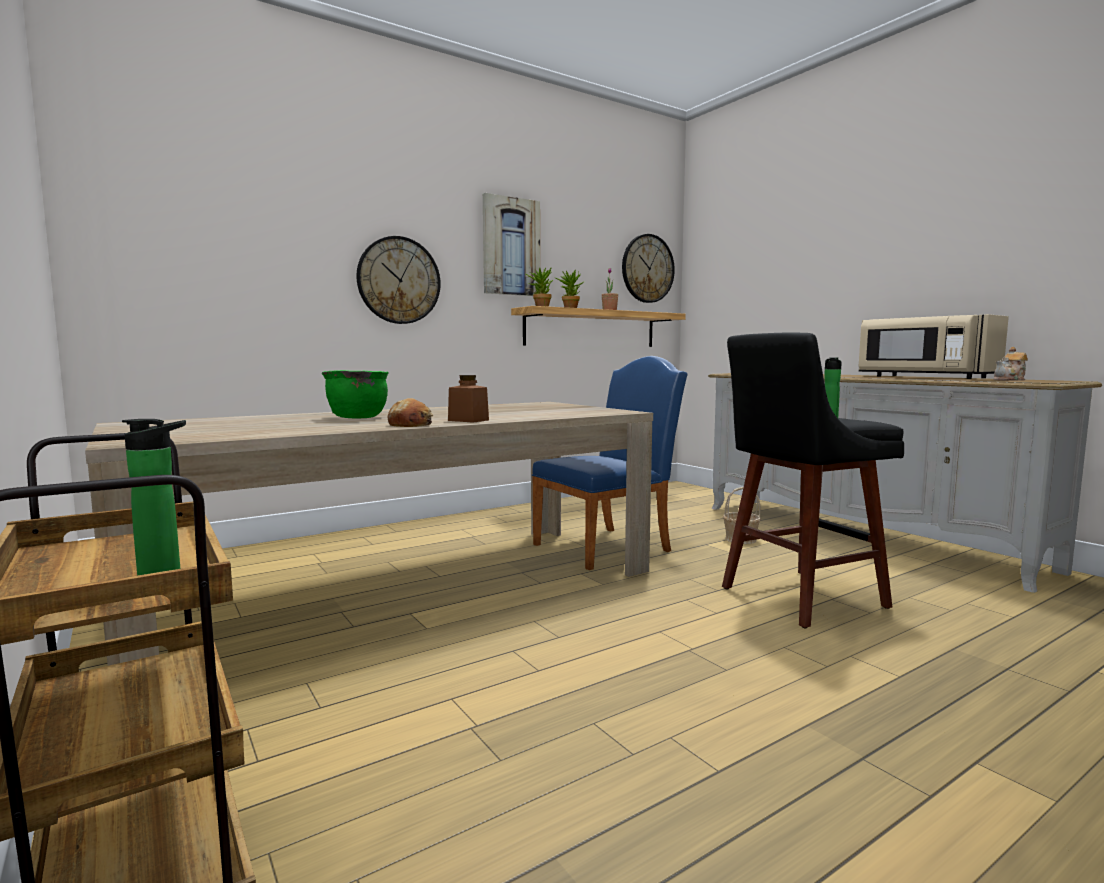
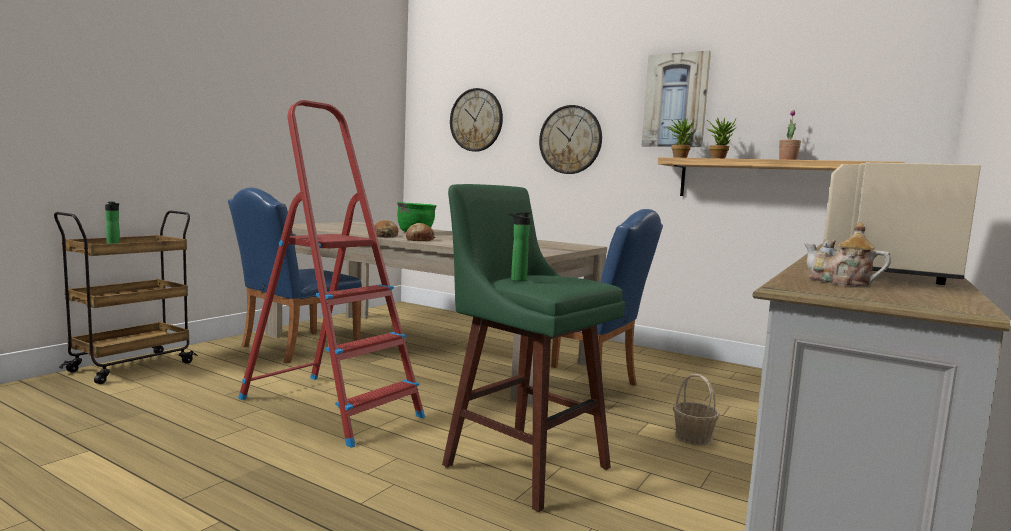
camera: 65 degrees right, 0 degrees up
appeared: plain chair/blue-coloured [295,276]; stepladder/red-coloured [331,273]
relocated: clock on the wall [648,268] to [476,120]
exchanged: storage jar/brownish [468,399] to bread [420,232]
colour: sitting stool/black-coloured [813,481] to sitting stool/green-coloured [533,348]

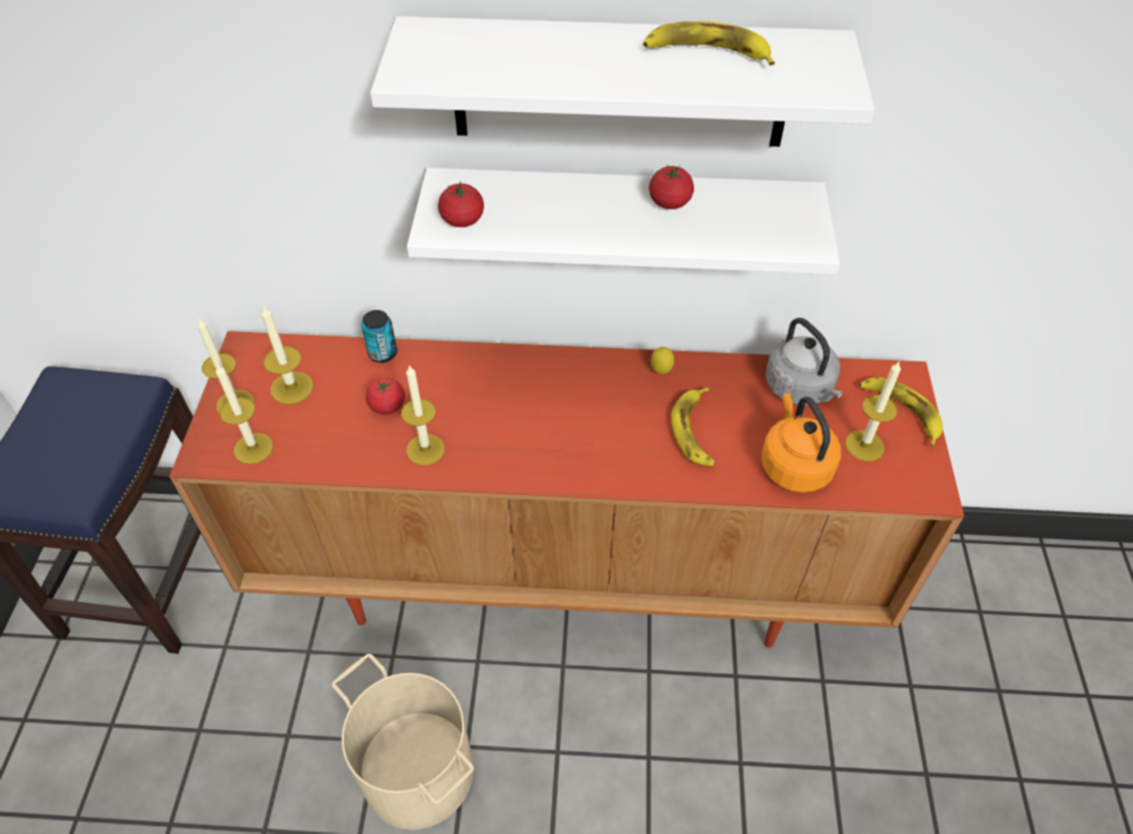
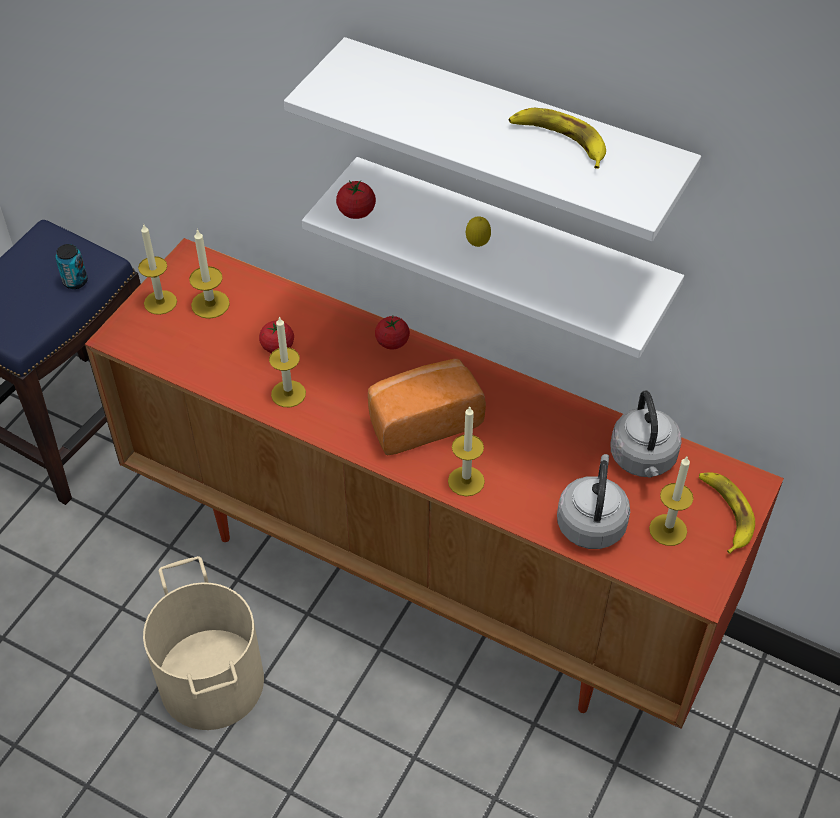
camera: 25 degrees right, 0 degrees up
missing: banana fruit [693,426]
appeared: bread [427,407]
relocated: can [379,336] to [71,266]; whole tomato [671,186] to [392,332]; wax light [244,413] to [466,451]; citrus fruit [662,360] to [478,231]
colour: tea kettle/orange-coloured [801,443] to tea kettle/grey [593,501]

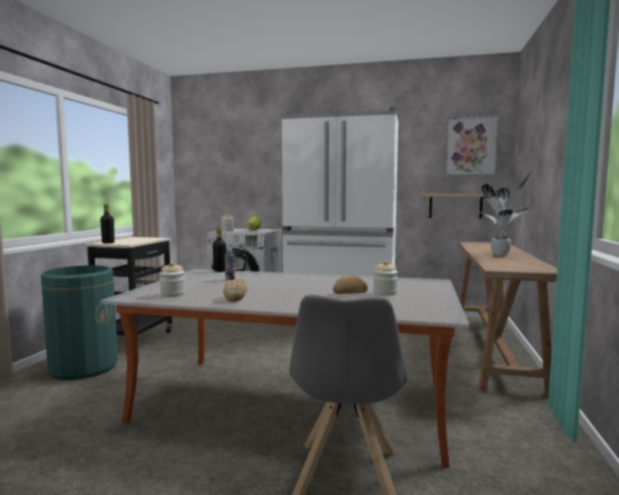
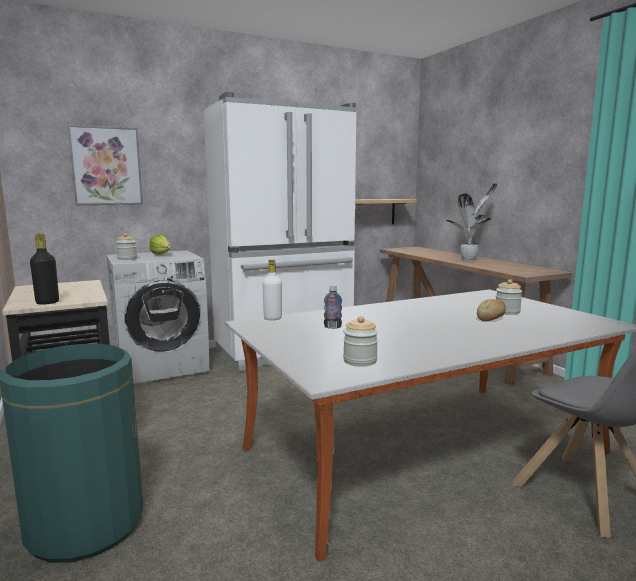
camera: 40 degrees left, 5 degrees up
missing: bread [235,290]
relocated: wall art [472,145] to [105,164]
colour: beverage bottle/black-coloured [219,250] to beverage bottle/white [272,289]

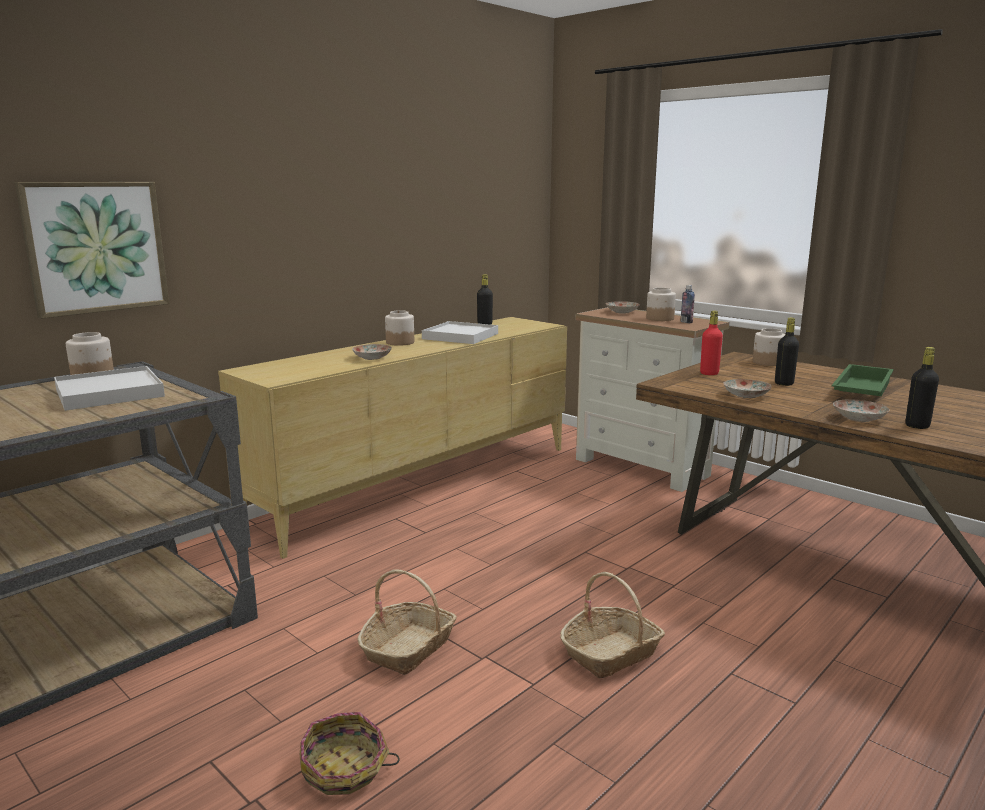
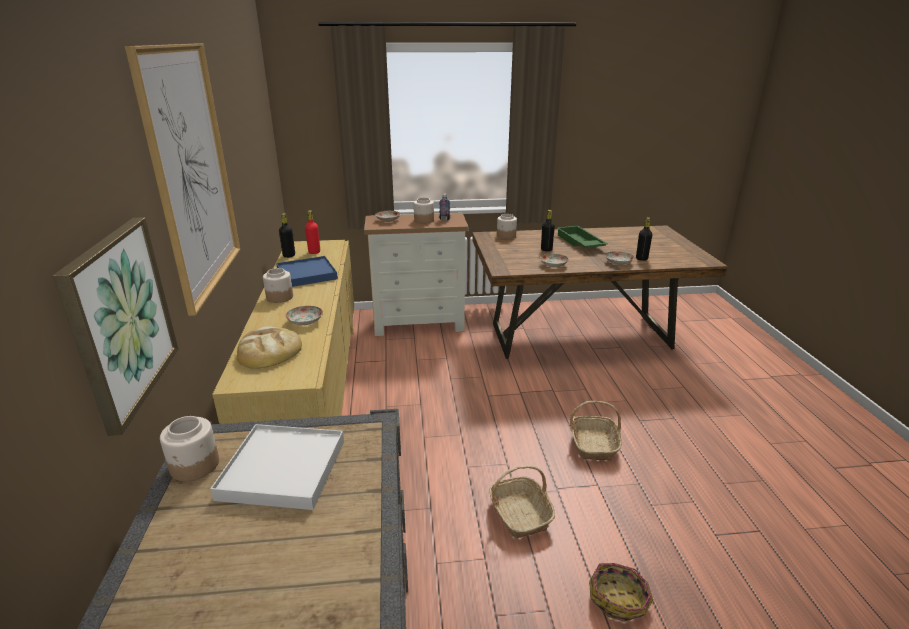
camera: 50 degrees left, 10 degrees up
appeared: wall art [182,179]; bread [269,347]
relocated: beverage bottle/red-coloured [711,343] to [312,232]
colour: serving tray/white [460,332] to serving tray/blue-coloured [307,271]

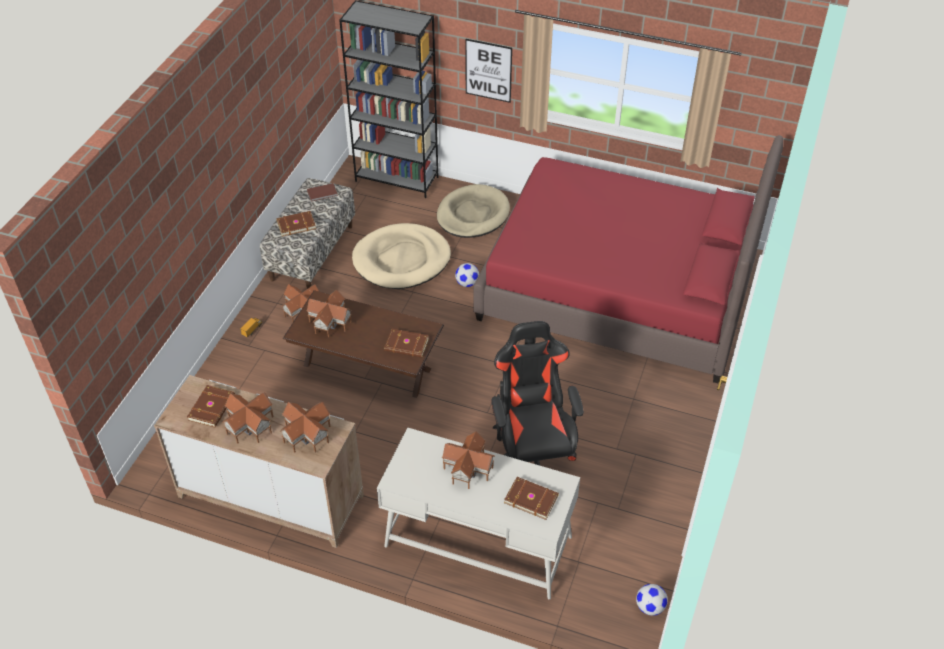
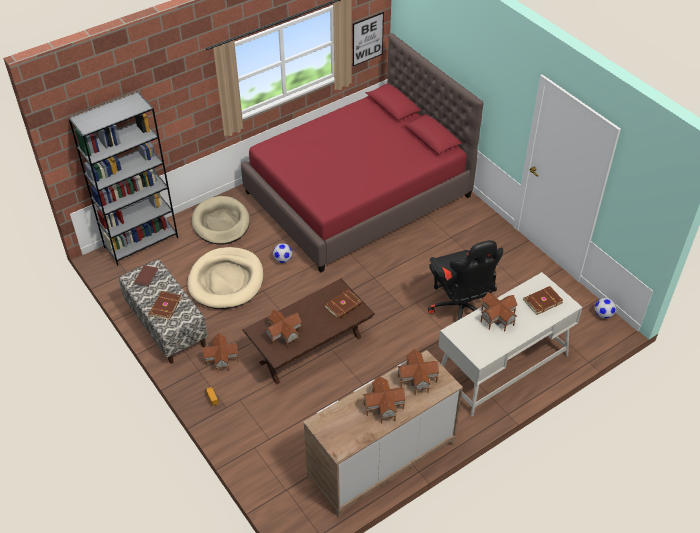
camera: 55 degrees left, 0 degrees up
missing: bound book/brownish [211,406]
relocated: wall art [488,71] to [368,39]
spun: office chair/black-coloured [537,393] = [465,280] 135 degrees counterclockwise

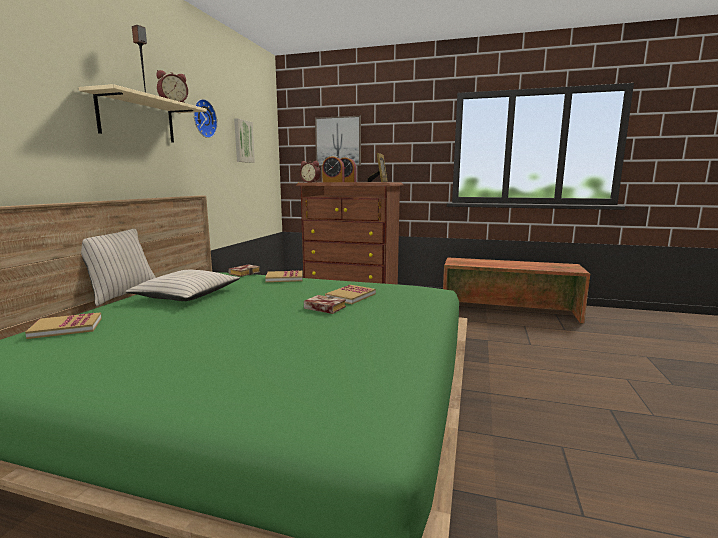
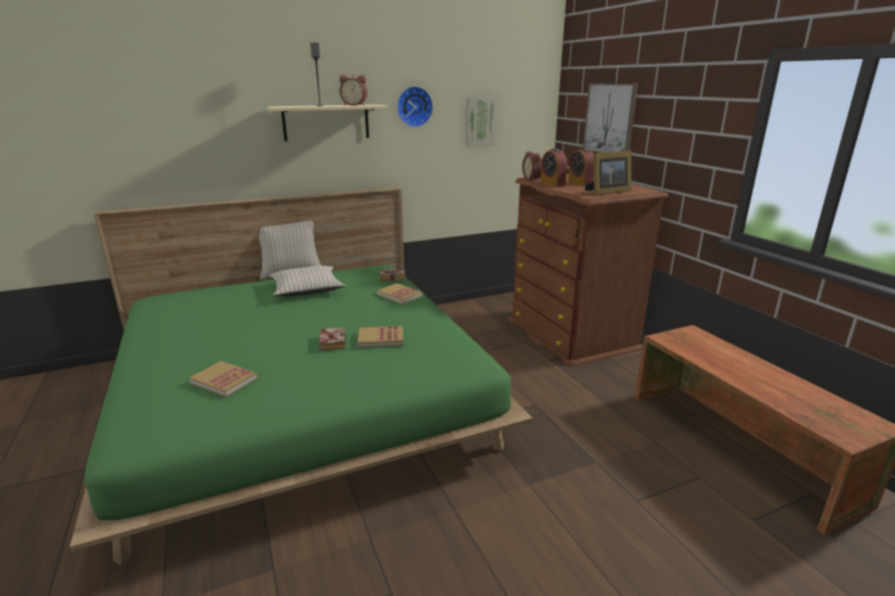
camera: 50 degrees right, 10 degrees up
relocated: bound book [63,325] to [223,379]

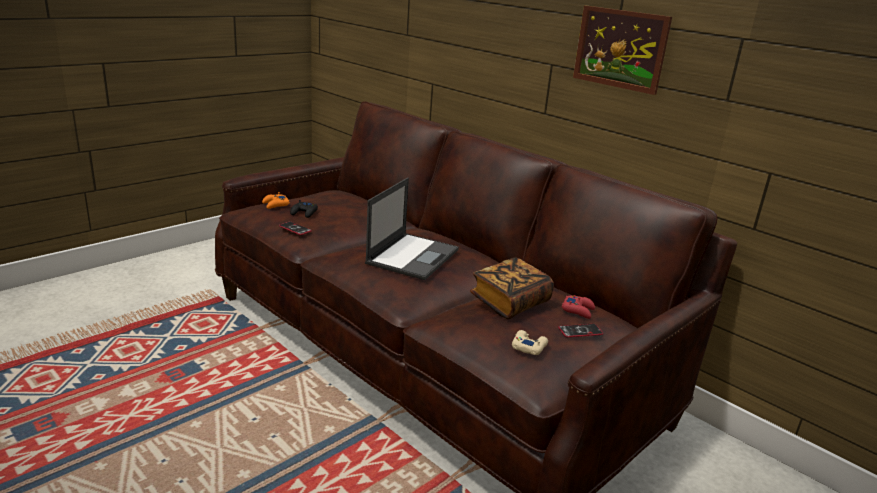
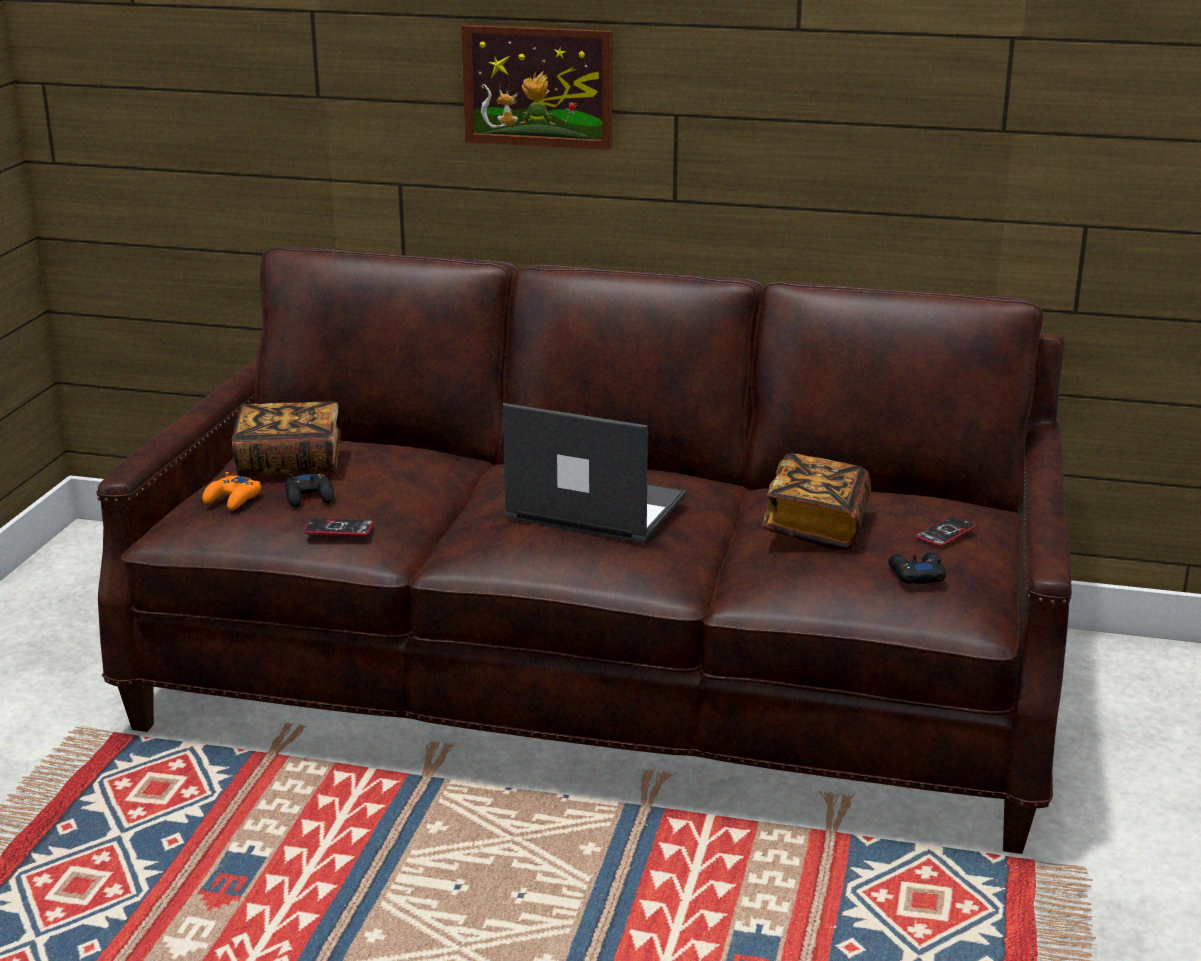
camera: 30 degrees left, 0 degrees up
missing: gamepad/red-coloured [578,307]
appeared: bound book [286,439]
relocated: wall art [622,50] to [536,87]
colour: gamepad/beige [530,342] to gamepad/black-coloured [917,568]
spun: laptop [412,229] = [595,473] 60 degrees counterclockwise

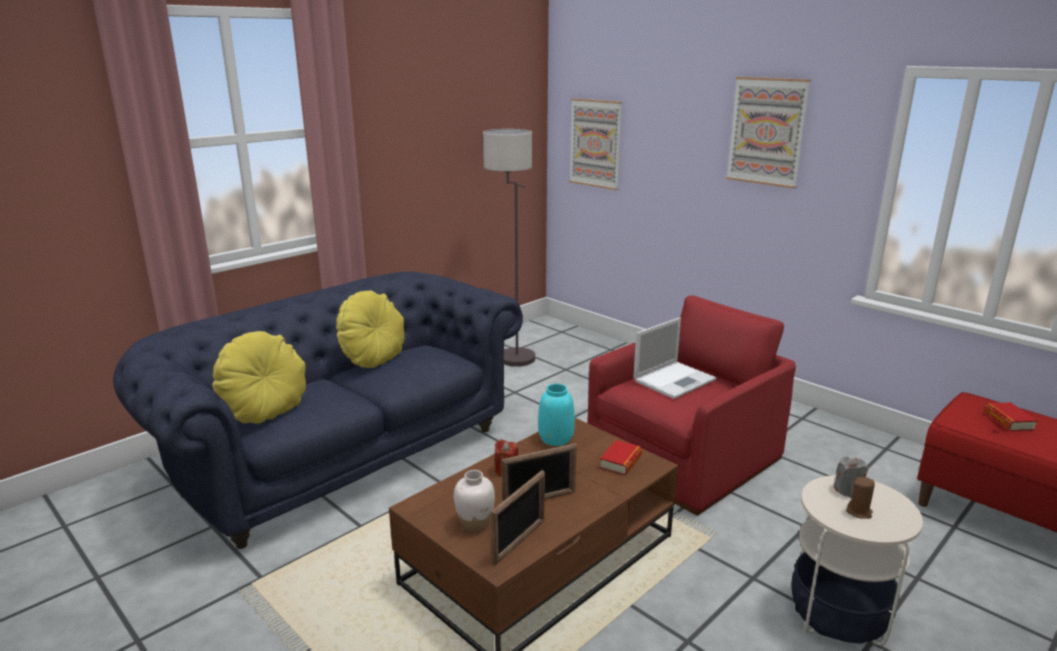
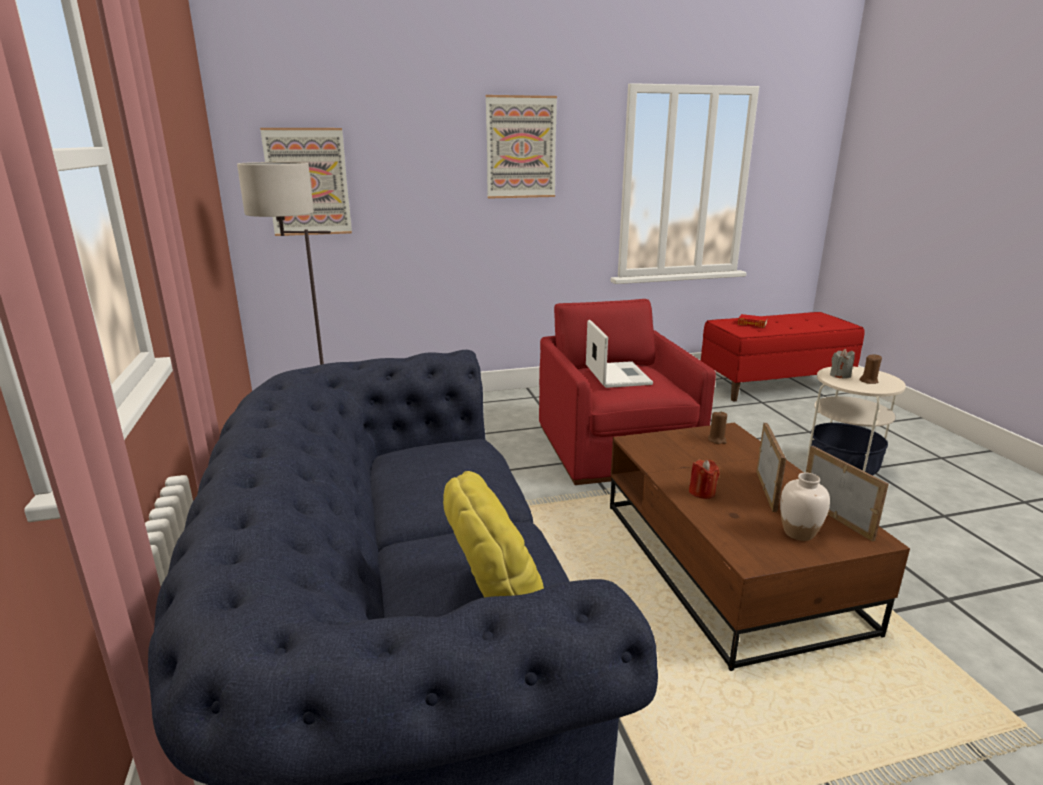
camera: 60 degrees left, 0 degrees up
missing: throw pillow/yellowish [370,329]; decorative vase/turquoise-coloured [556,415]
exchanged: bound book [621,457] to wax light/brownish [717,427]

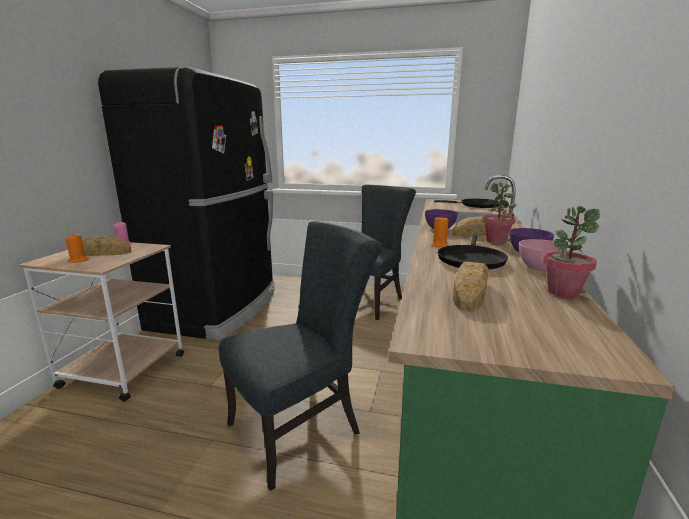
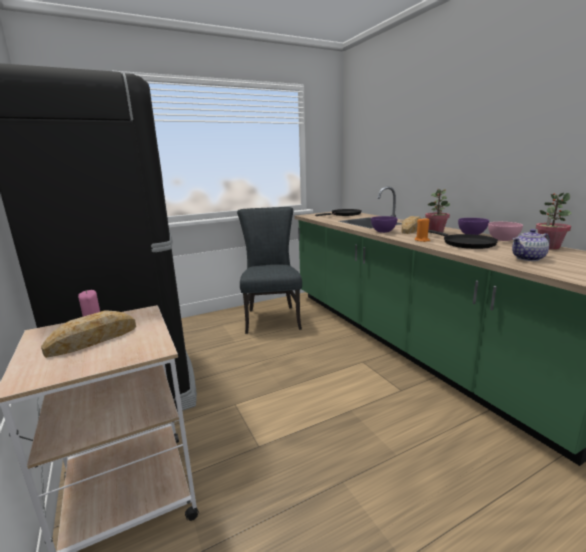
camera: 40 degrees left, 0 degrees up
missing: wax light/orange-coloured [77,248]; plain chair/grey [300,356]
exchanged: bread [471,286] to pot for tea [531,245]

